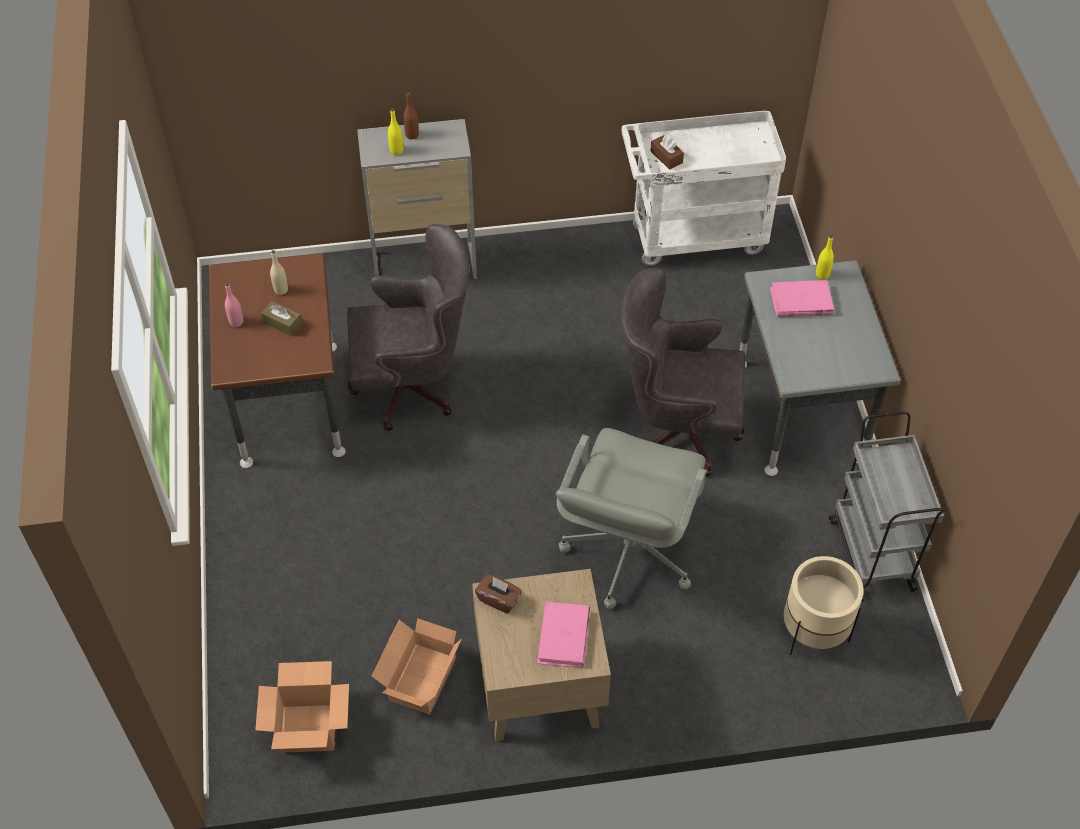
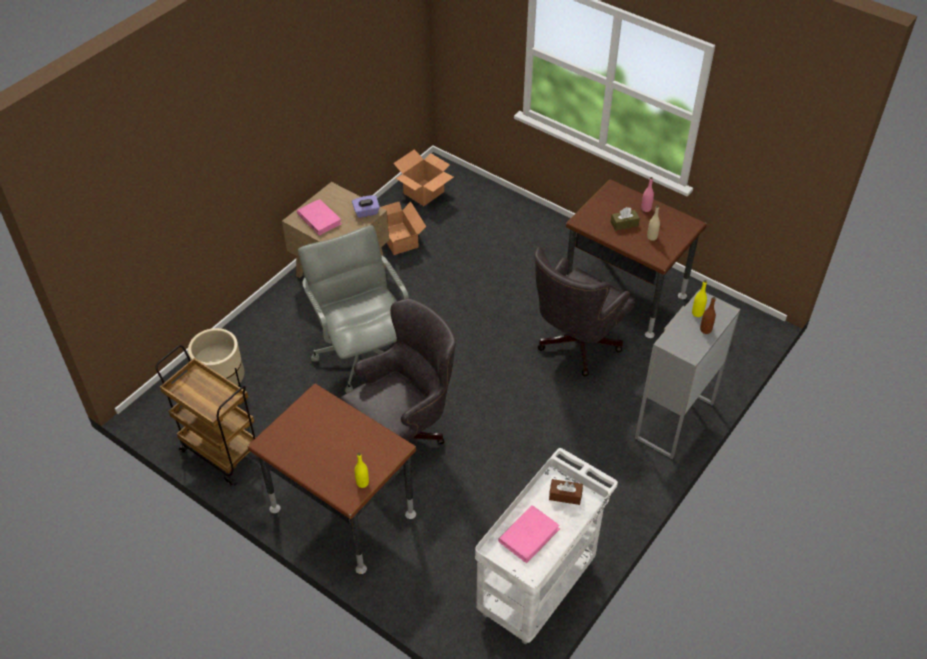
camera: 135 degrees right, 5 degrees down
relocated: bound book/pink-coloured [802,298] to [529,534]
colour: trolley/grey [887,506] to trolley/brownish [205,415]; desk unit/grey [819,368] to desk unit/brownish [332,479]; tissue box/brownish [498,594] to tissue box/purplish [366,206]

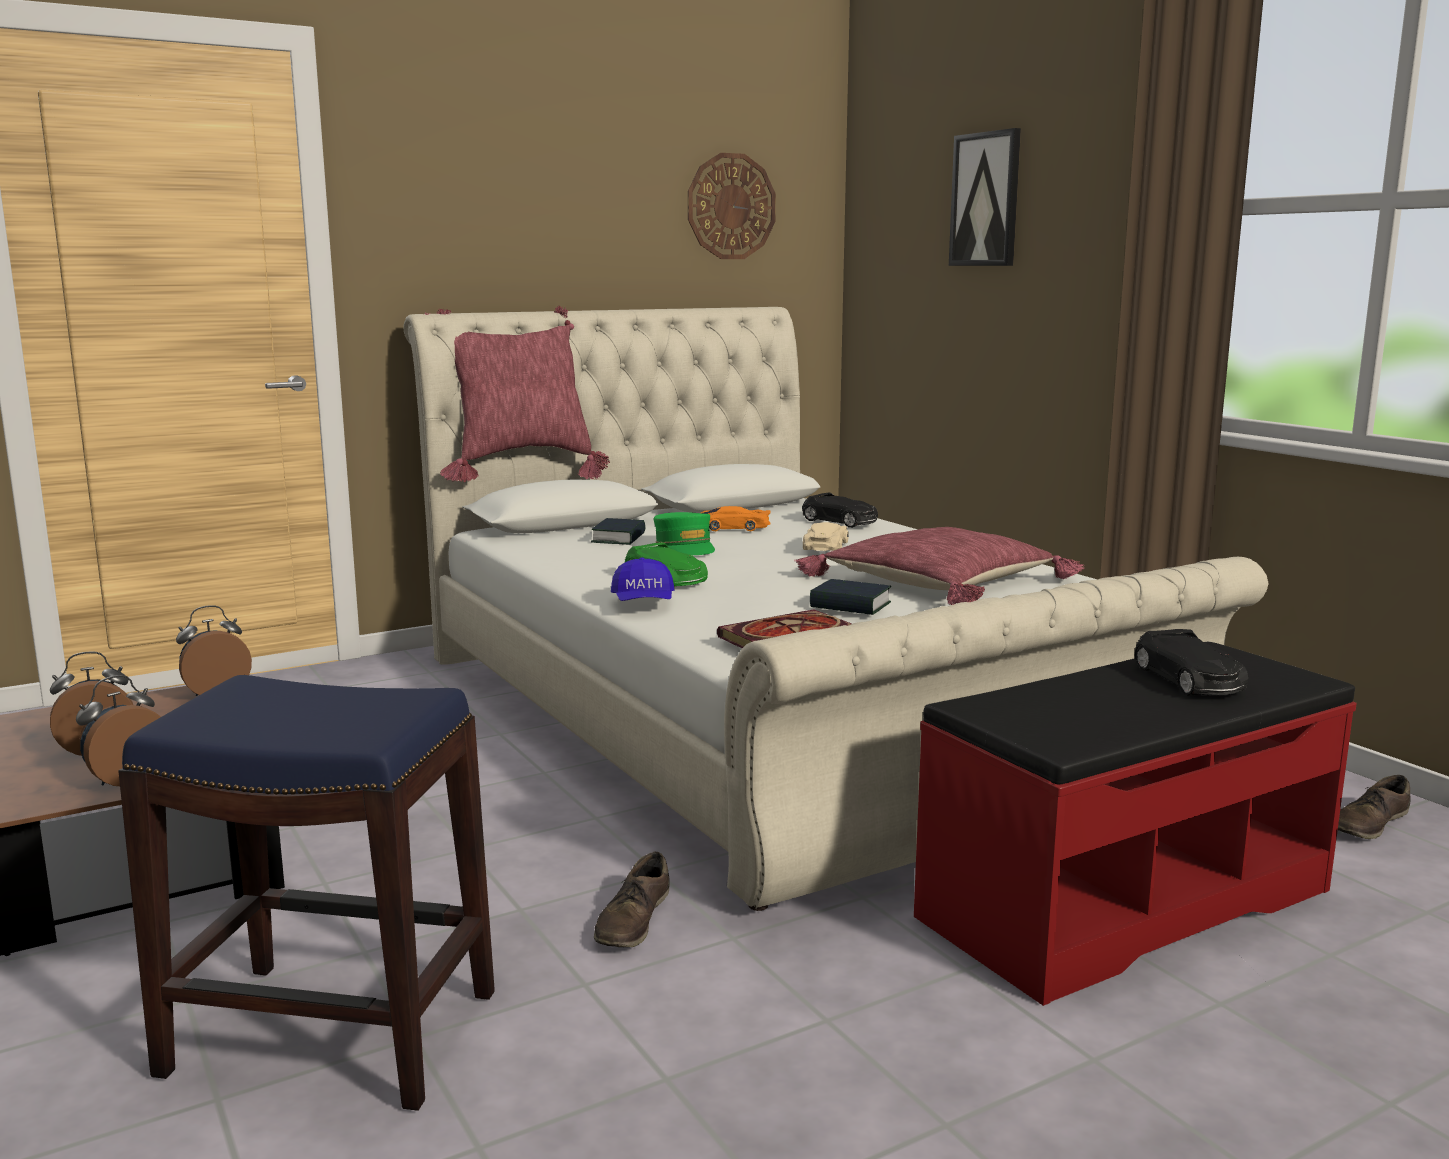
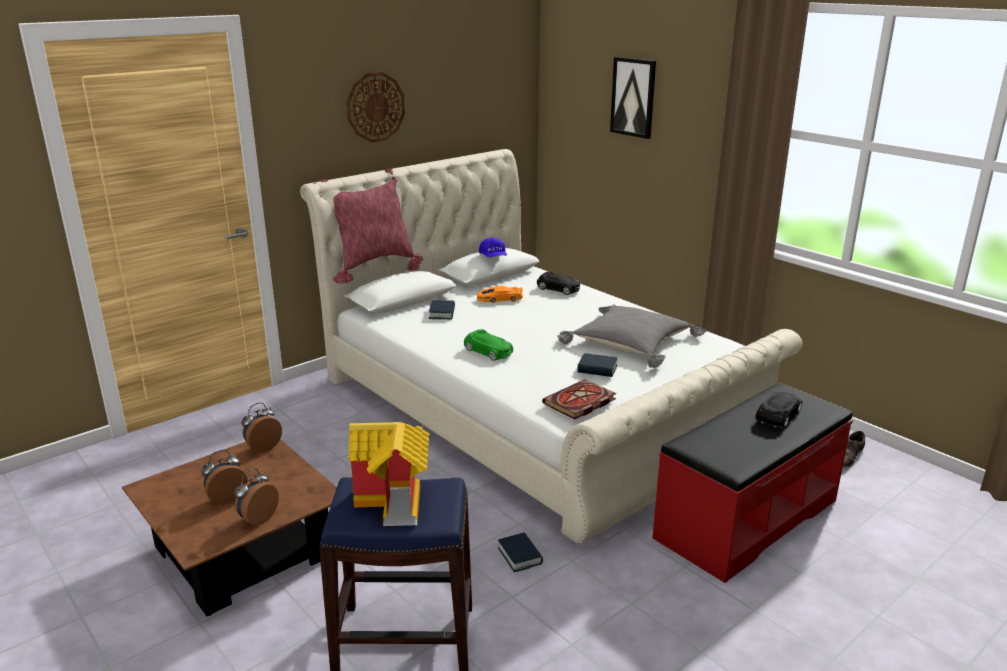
camera: 10 degrees left, 10 degrees up
missing: peaked cap/green-coloured [684,533]; miniature car/beige [826,536]
appeared: miniature house [389,474]
relocated: clock on the wall [732,206] to [375,107]; peaked cap/blue-coloured [643,579] to [493,247]
exchanged: low shoe/brownish [632,899] to bound book [520,552]
colour: throw pillow/red-coloured [940,566] to throw pillow/grey [632,336]
spun: miniature car/black-coloured [1191,662] = [779,410] 120 degrees counterclockwise

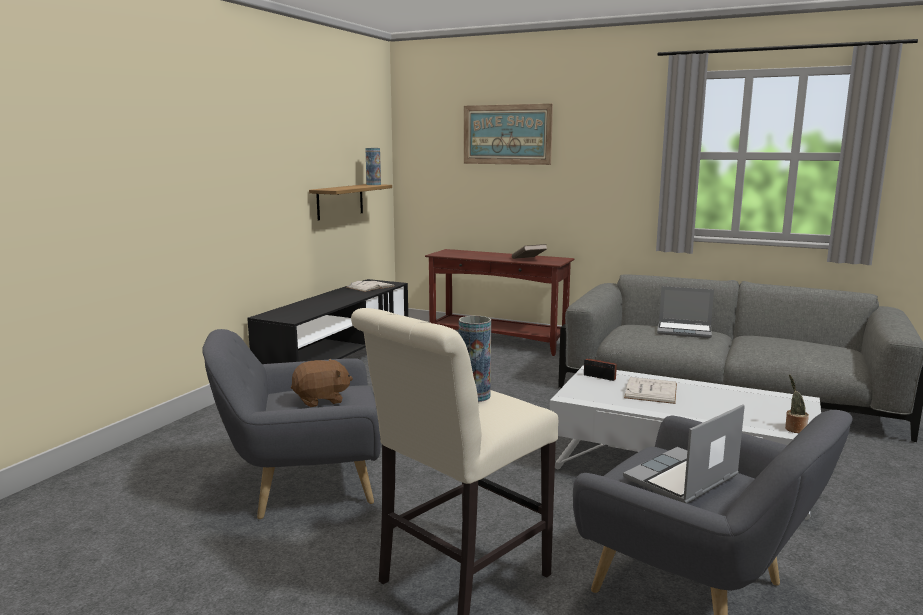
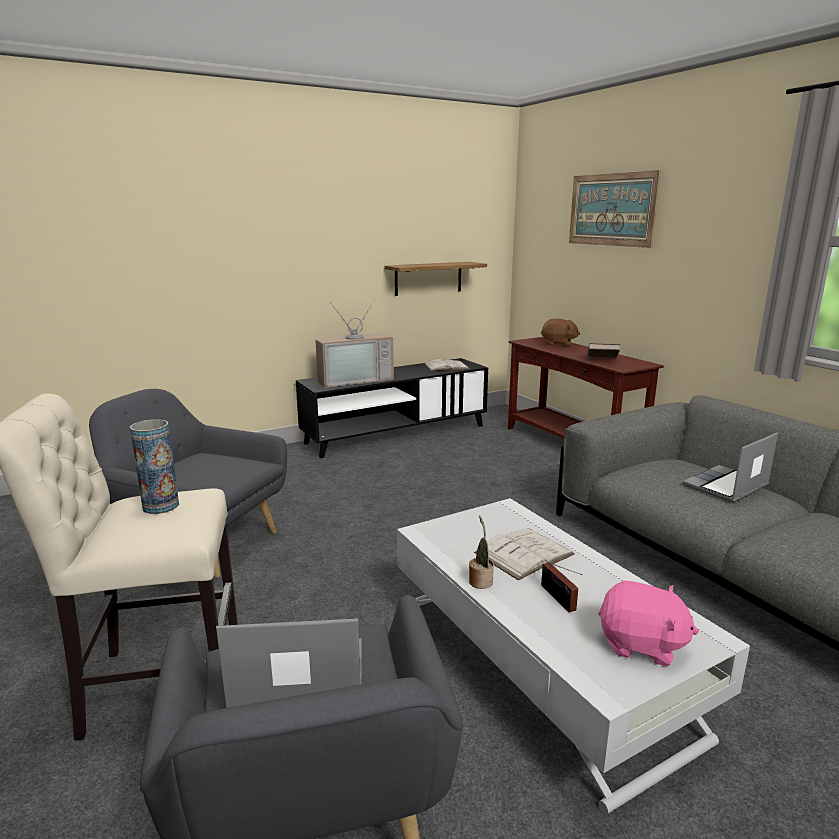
camera: 35 degrees right, 5 degrees up
missing: decorative vase [373,166]
appeared: TV set [354,344]; soft toy/pink-coloured [648,623]
relocated: potted plant [797,403] to [481,552]; soft toy/brownish [322,383] to [560,333]; radio receiver [602,366] to [561,587]
spun: laptop [685,312] = [730,468] 90 degrees clockwise

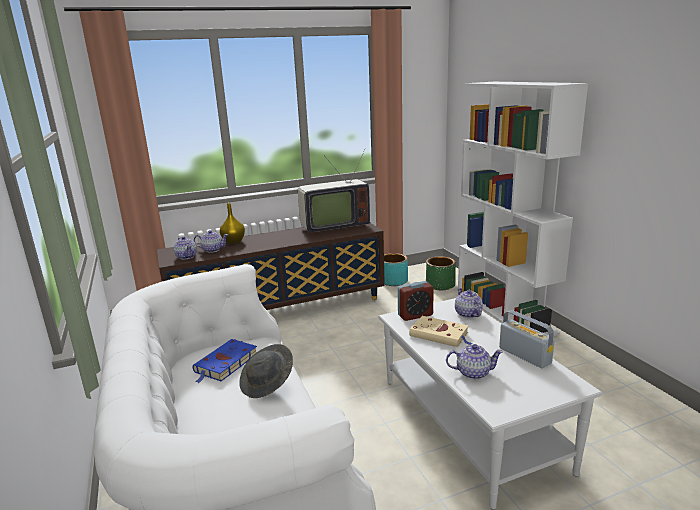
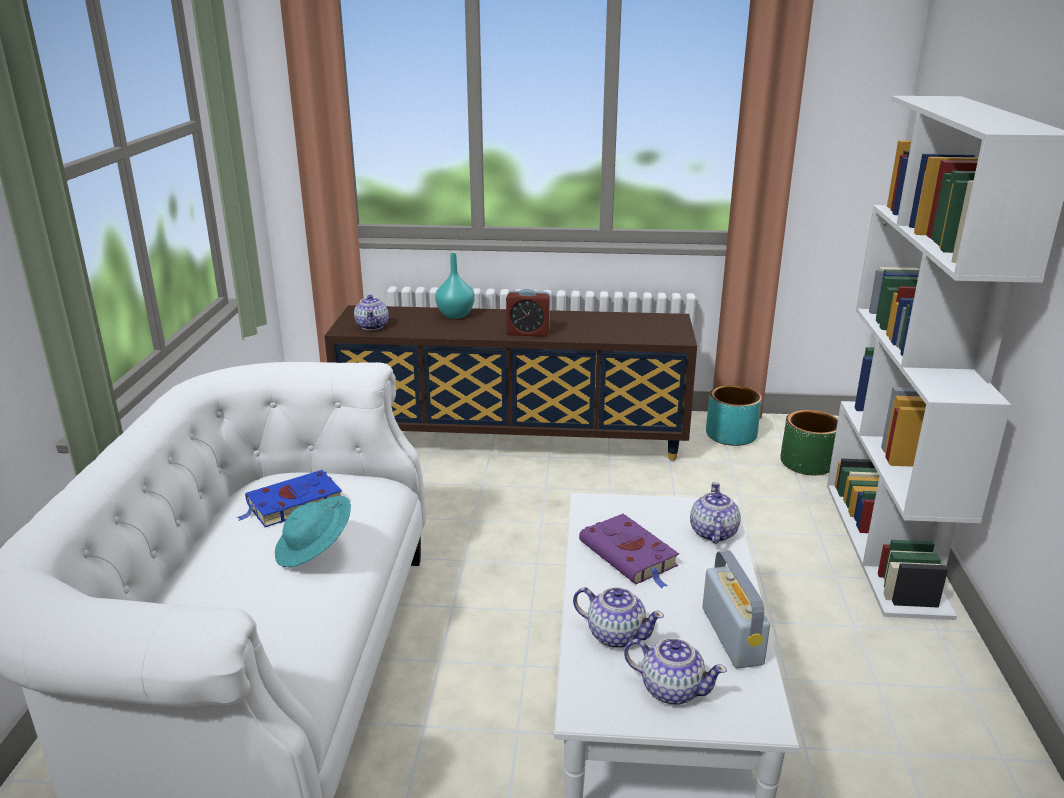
camera: 25 degrees right, 5 degrees up
missing: TV set [334,191]
relocated: table clock [416,301] to [528,313]; pot for tea [211,241] to [675,671]
colour: hat/grey [266,371] to hat/turquoise-coloured [313,531]; decorative vase/yellowish [232,223] to decorative vase/turquoise-coloured [455,286]; bound book/beige [441,331] to bound book/purplish [629,551]

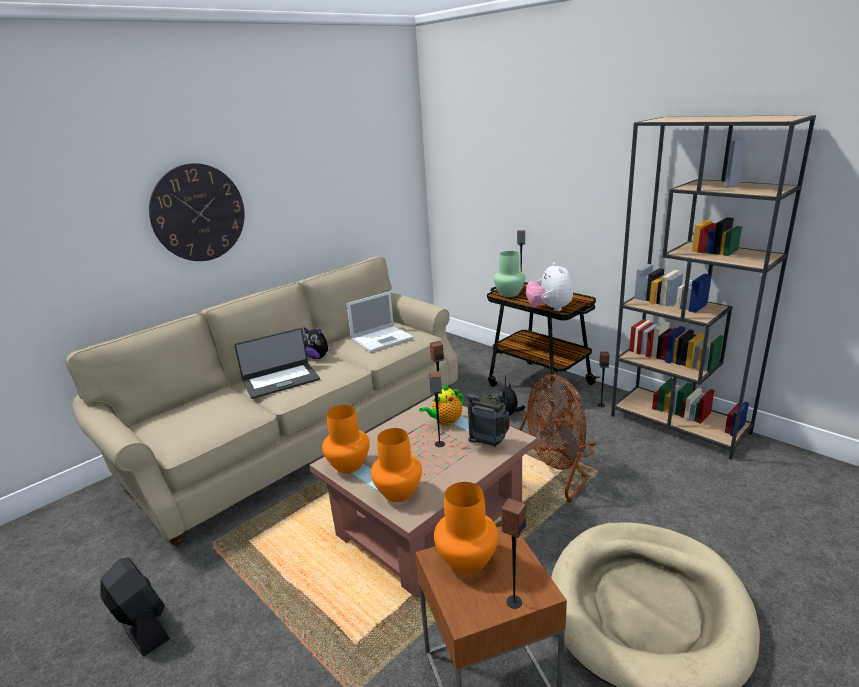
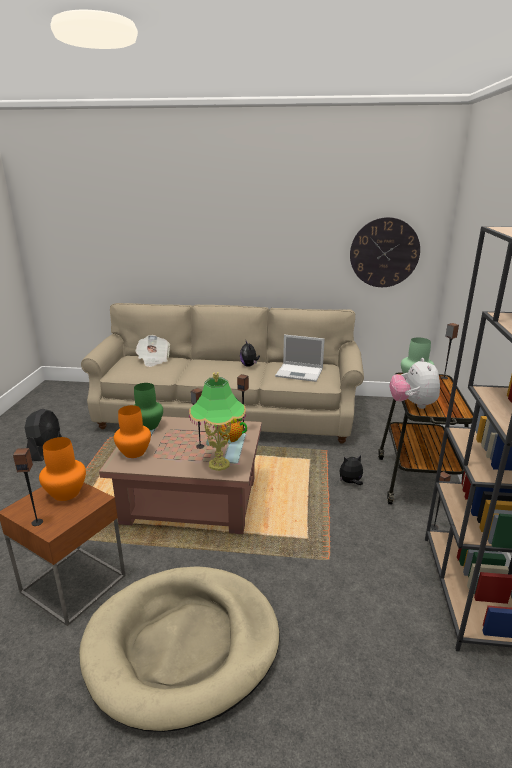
camera: 50 degrees right, 0 degrees up
missing: laptop [277,363]; cooling fan/brownish [558,438]
appeared: newspaper [152,351]
relocated: clock on the wall [197,212] to [385,252]
exchanged: radio receiver [488,411] to table lamp [217,421]
colour: decorative vase/orange-coloured [346,439] to decorative vase/green-coloured [148,406]
spun: soft toy [549,286] = [414,383] 45 degrees counterclockwise

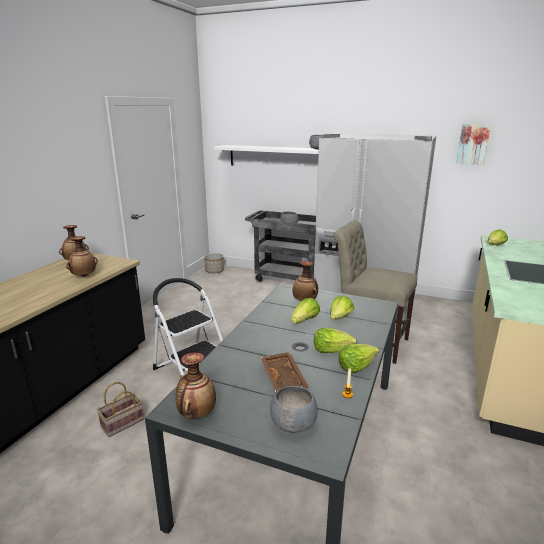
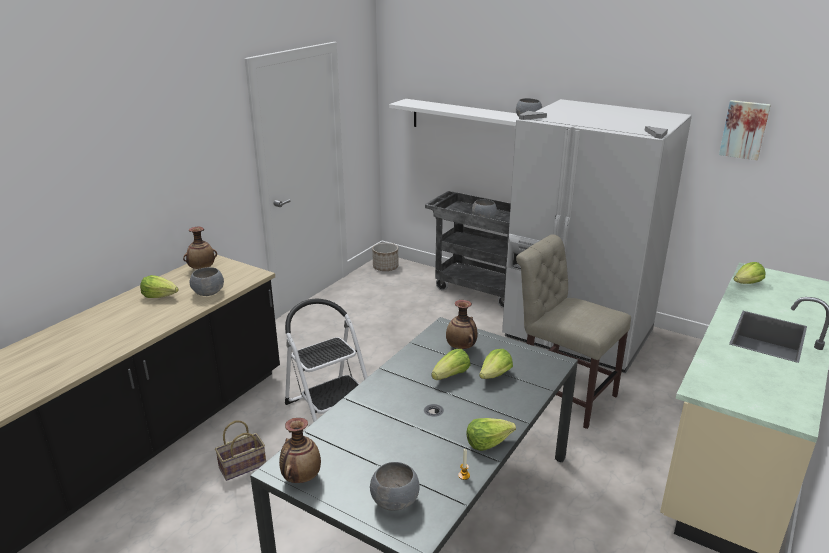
camera: 10 degrees right, 5 degrees up
missing: serving tray/brownish [284,372]
relocated: lettuce [335,340] to [159,286]
exchanged: decorative vase [82,256] to serving bowl/grey [207,281]

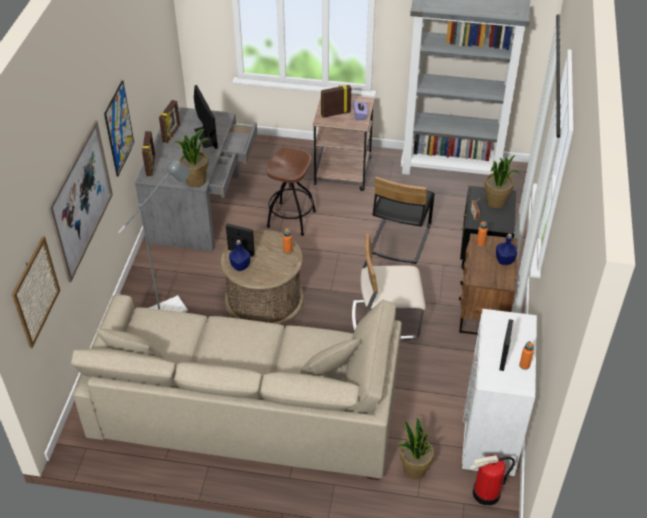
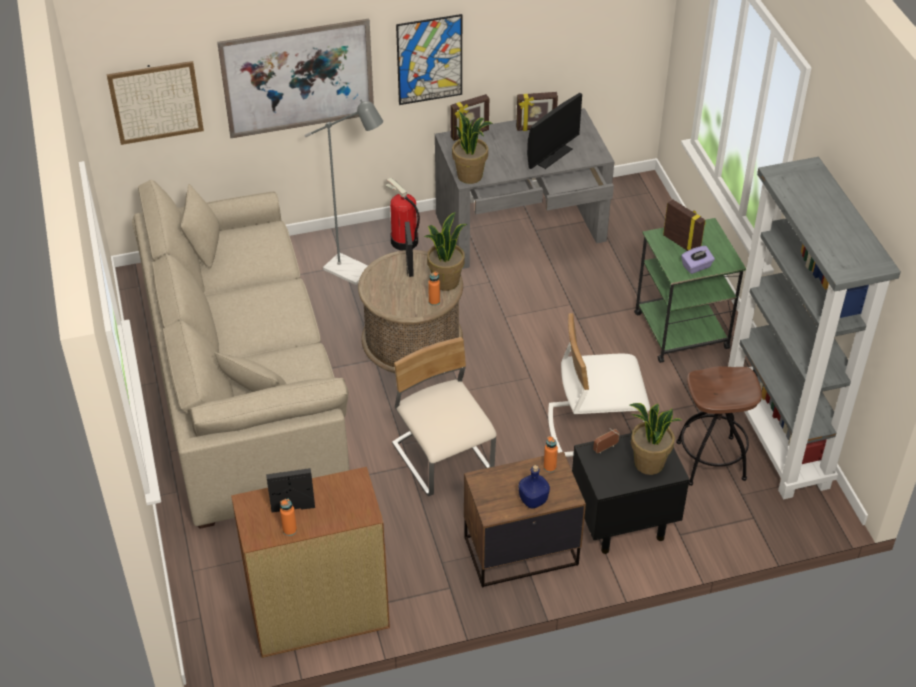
camera: 65 degrees right, 0 degrees up
missing: beverage bottle/blue-coloured [239,255]
relocated: extinguisher [492,480] to [402,214]; potted plant [416,448] to [445,251]; sitting stool/brownish [291,192] to [719,426]
colour: cabinet/white [499,392] to cabinet/brownish [310,562]; plain chair/black-coloured [403,220] to plain chair/white [599,385]; trolley/brownish [344,143] to trolley/green-coloured [690,290]

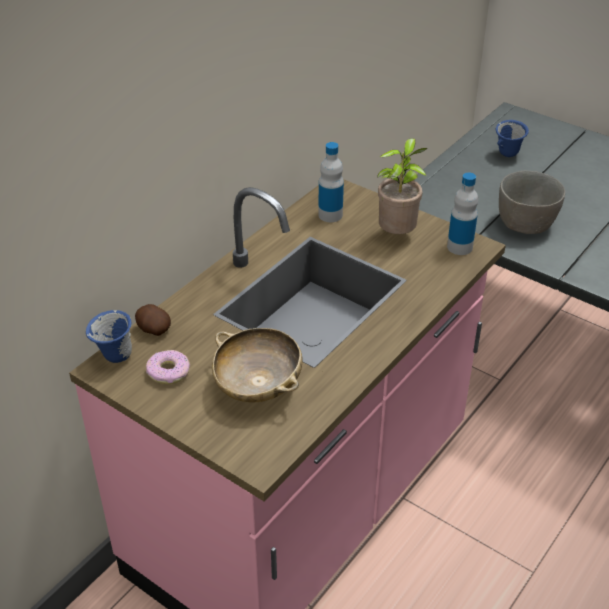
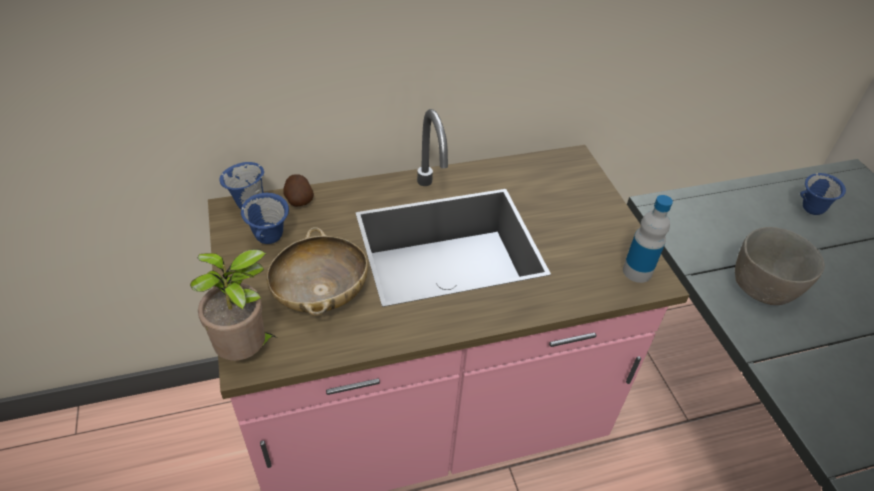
camera: 35 degrees right, 5 degrees up
missing: beverage bottle [331,182]
relocated: potted plant [402,186] to [233,305]
exchanged: ring doughnut [168,367] to coffee mug/blue-coloured [265,218]

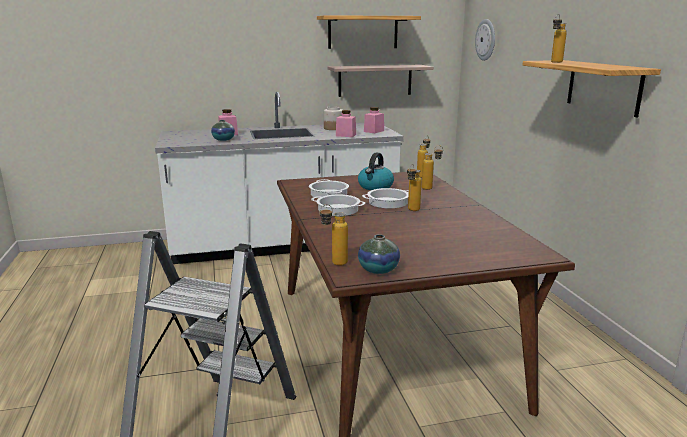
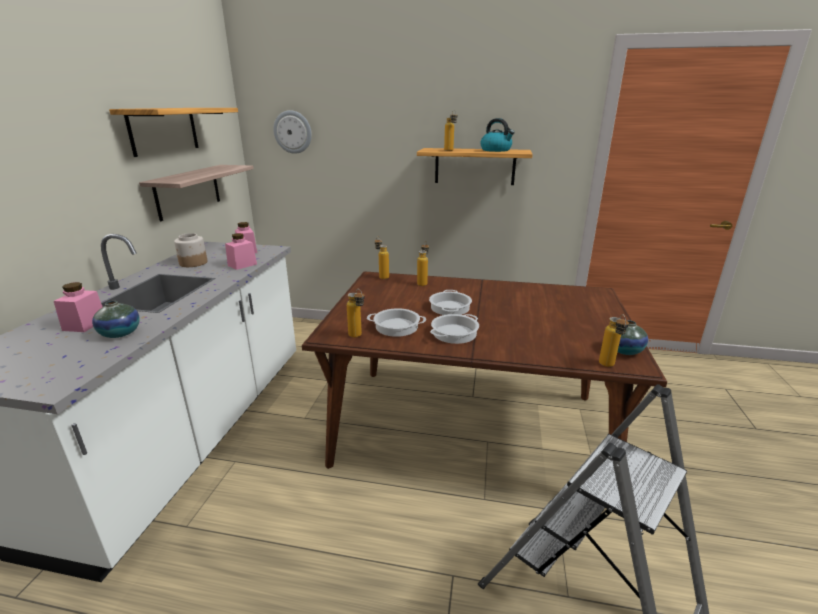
camera: 65 degrees left, 5 degrees up
relocated: beverage bottle [414,187] to [356,313]; tea kettle [376,171] to [497,135]

